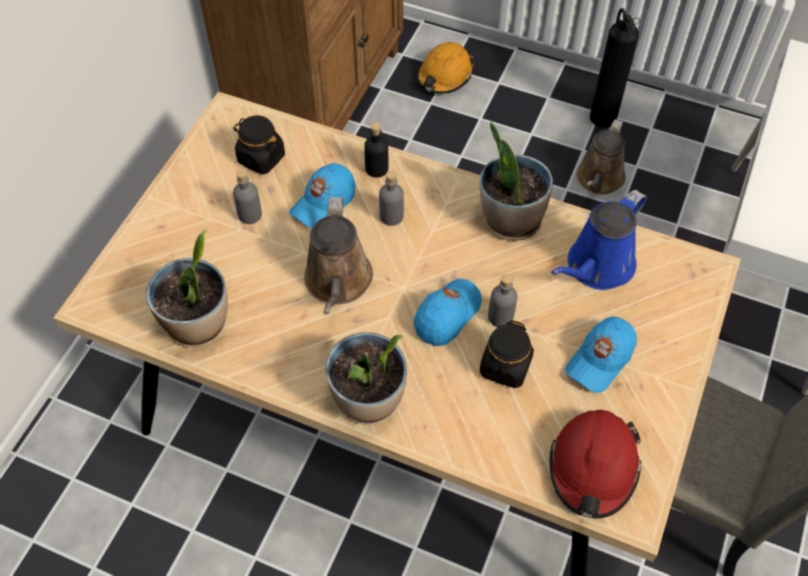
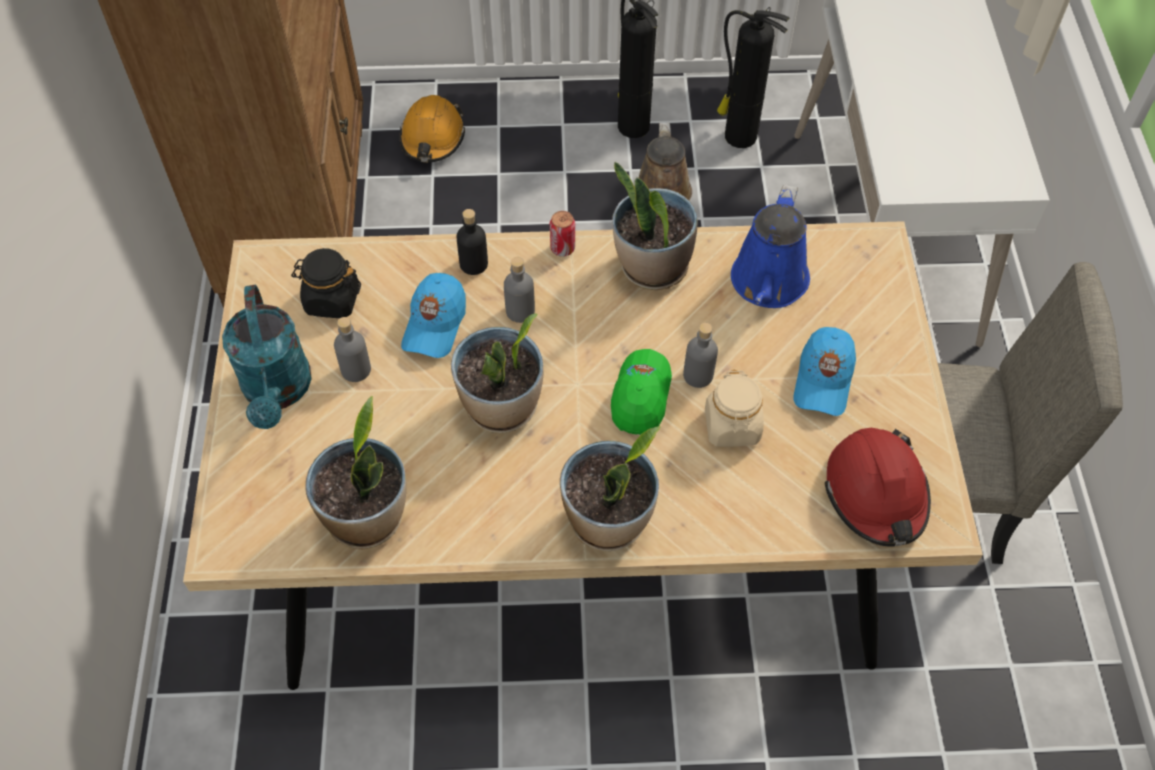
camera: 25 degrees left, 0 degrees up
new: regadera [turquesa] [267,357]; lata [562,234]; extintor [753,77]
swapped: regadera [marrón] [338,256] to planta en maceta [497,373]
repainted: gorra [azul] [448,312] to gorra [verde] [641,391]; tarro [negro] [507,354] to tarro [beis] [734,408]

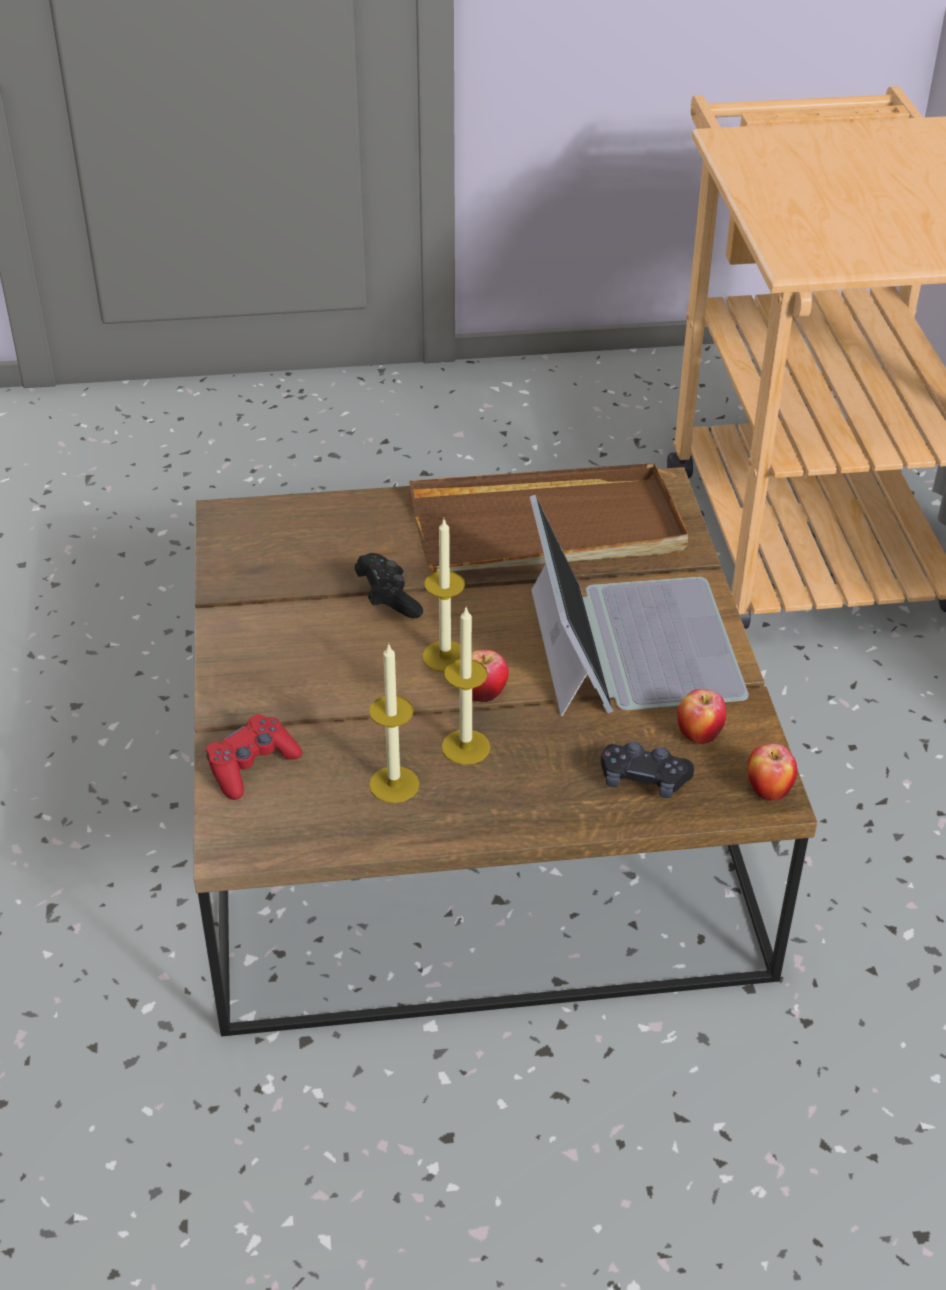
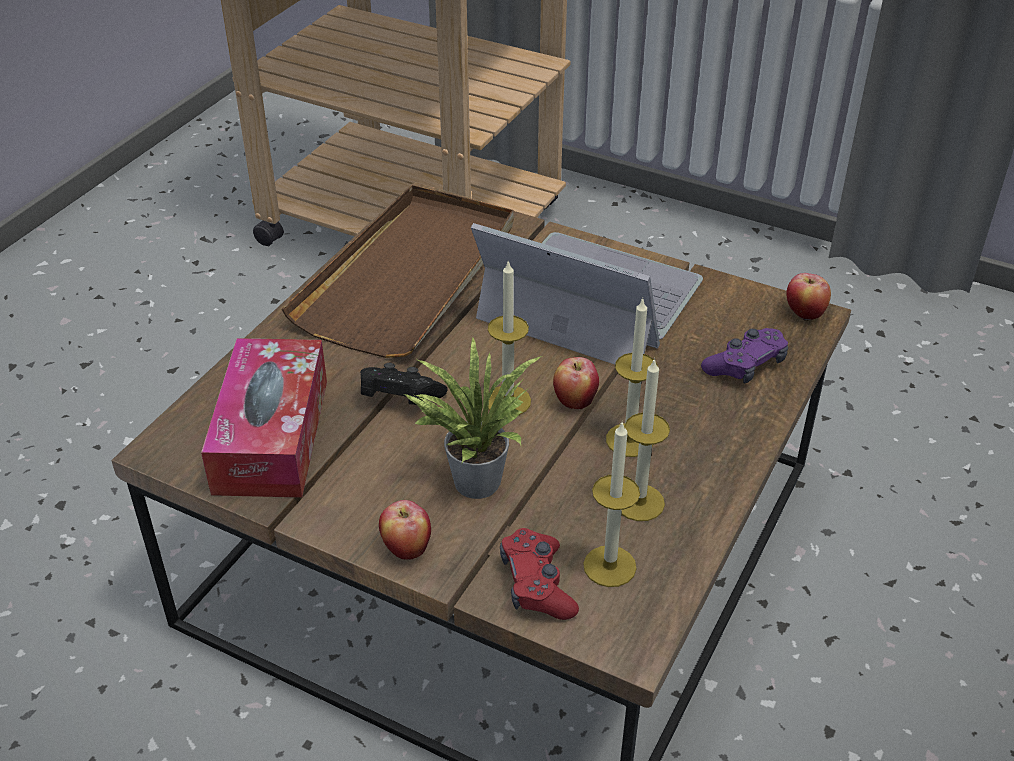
camera: 55 degrees left, 0 degrees up
new: caja de pañuelos [264,418]; planta en maceta [473,418]; vela [611,505]
shifted: manzana [701,716] to [405,530]
repainted: mando de consola [negro] [647,770] to mando de consola [morado] [744,356]

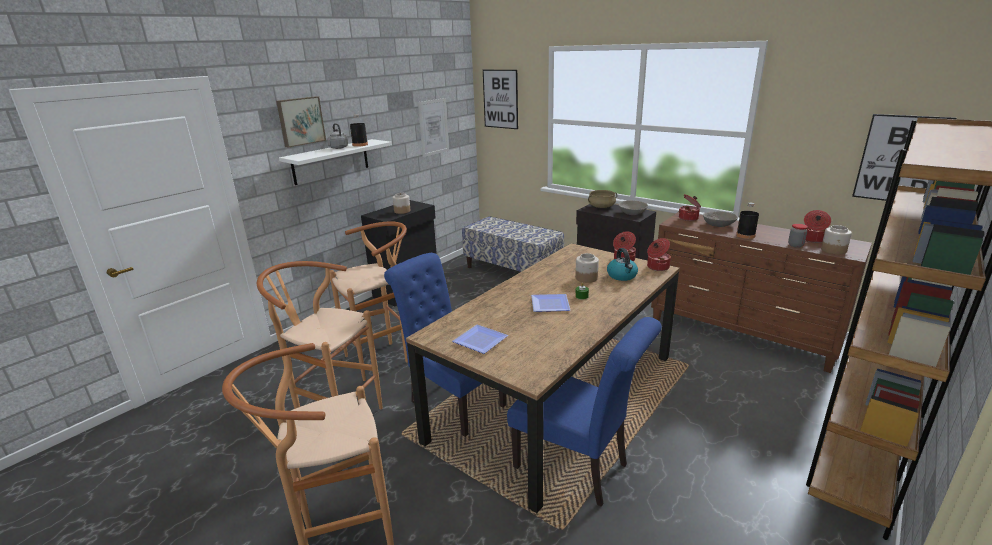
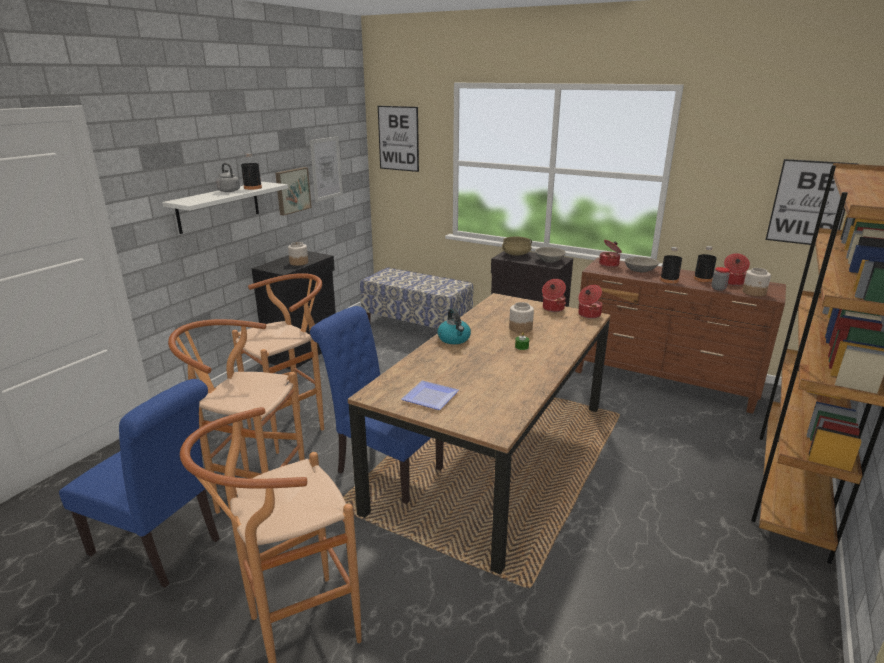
camera: 10 degrees left, 0 degrees up
gone: plato [550,303]
new: botella [negro] [705,264]
shifted: silla [azul] [584,412] to [139,483]; cuadro [301,122] to [293,191]; hervidor [622,264] to [454,326]

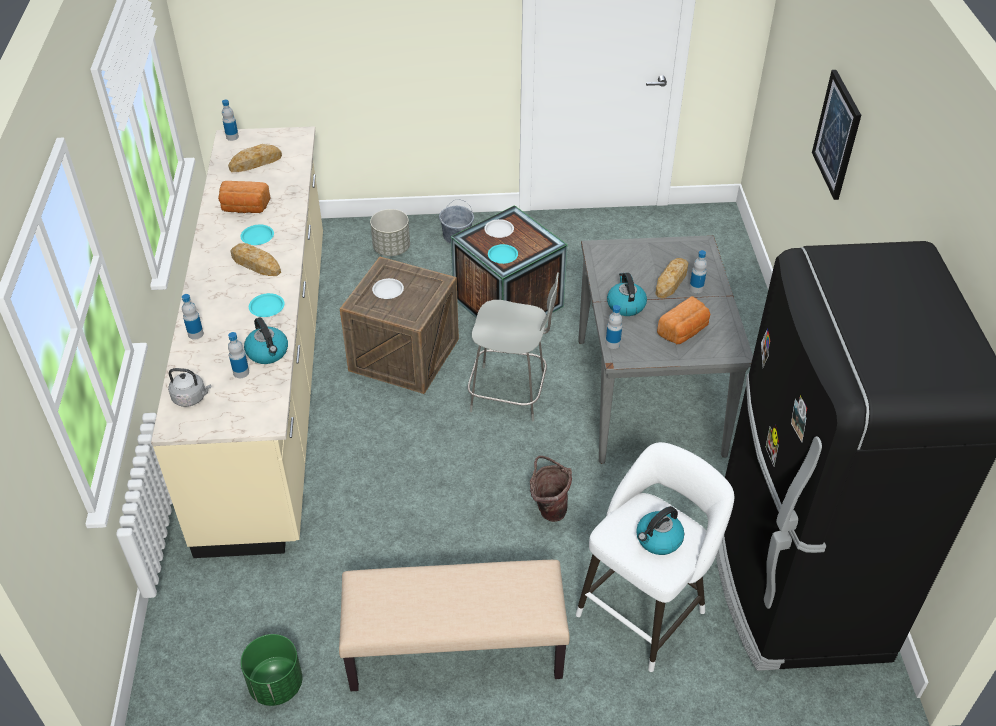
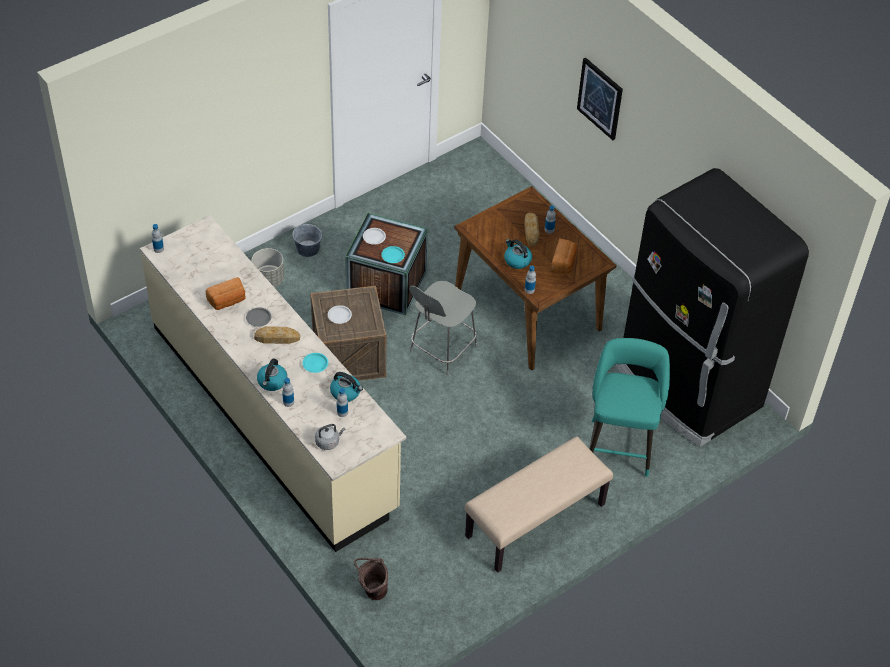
camera: 35 degrees left, 5 degrees up
gone: pan [255,158]; maceta [verde] [271,670]
shifted: hervidor [660,530] to [272,375]; cubo [marrón] [551,489] to [371,579]
repainted: plato [turquesa] [257,235] to plato [gris] [258,317]; mesa de comedor [gris] [665,349] to mesa de comedor [marrón] [535,278]; taburete [blanco] [655,557] to taburete [turquesa] [630,407]
rotated: silla [gris] [513,346] = [443,328] 150 degrees clockwise

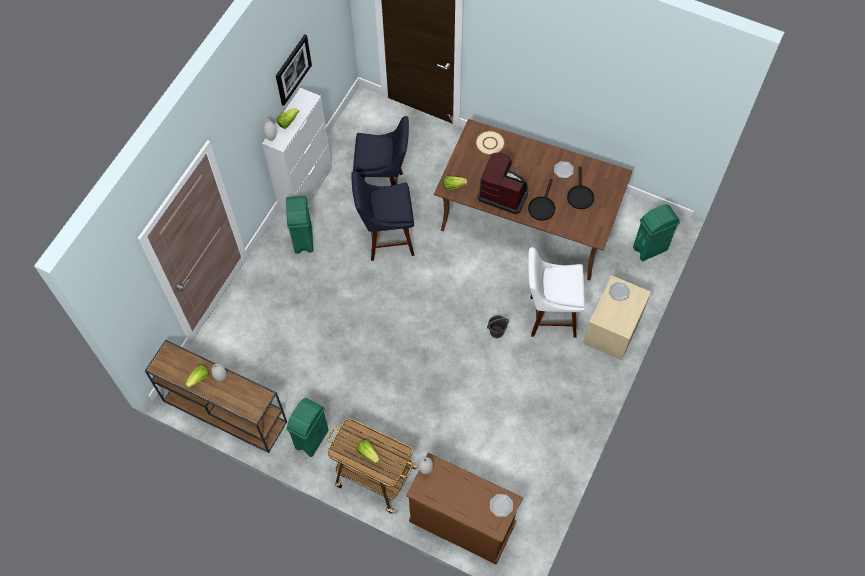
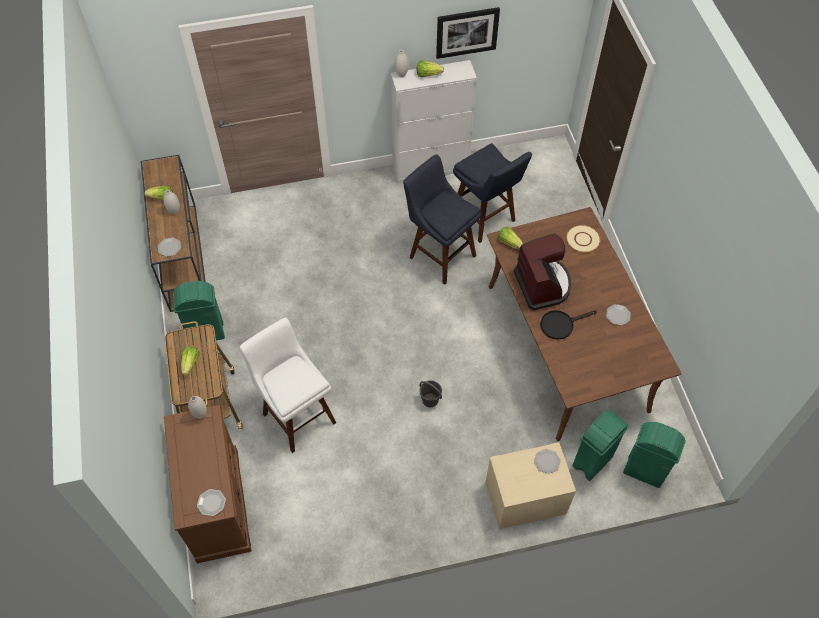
camera: 50 degrees right, 5 degrees down
gone: sartén [negro] [580,187]
new: plato [169,247]
shifted: taburete [blanco] [556,292] to [288,385]; papelera [verde] [299,225] to [600,445]

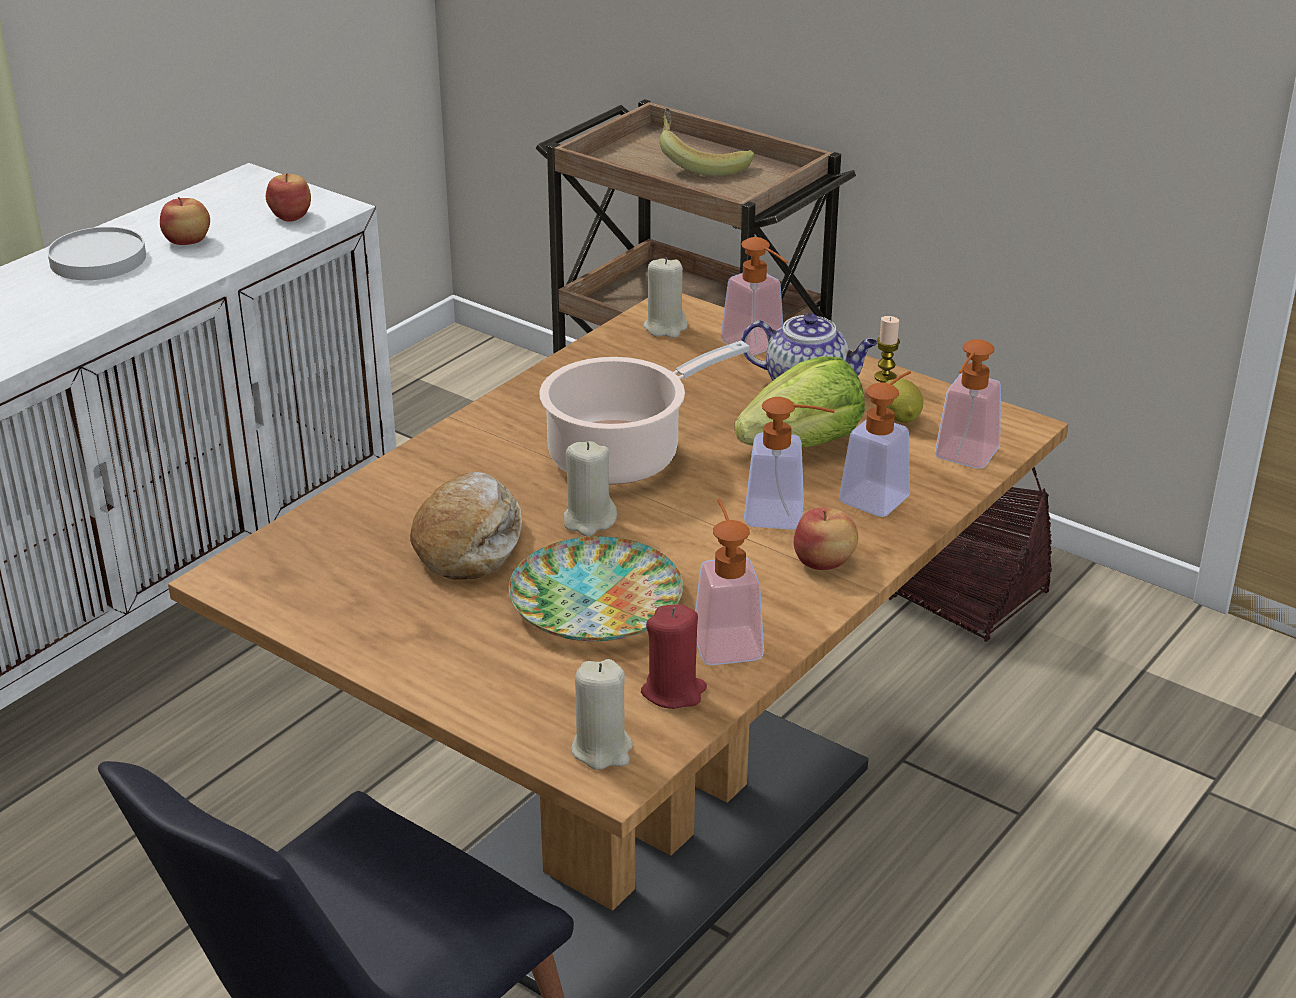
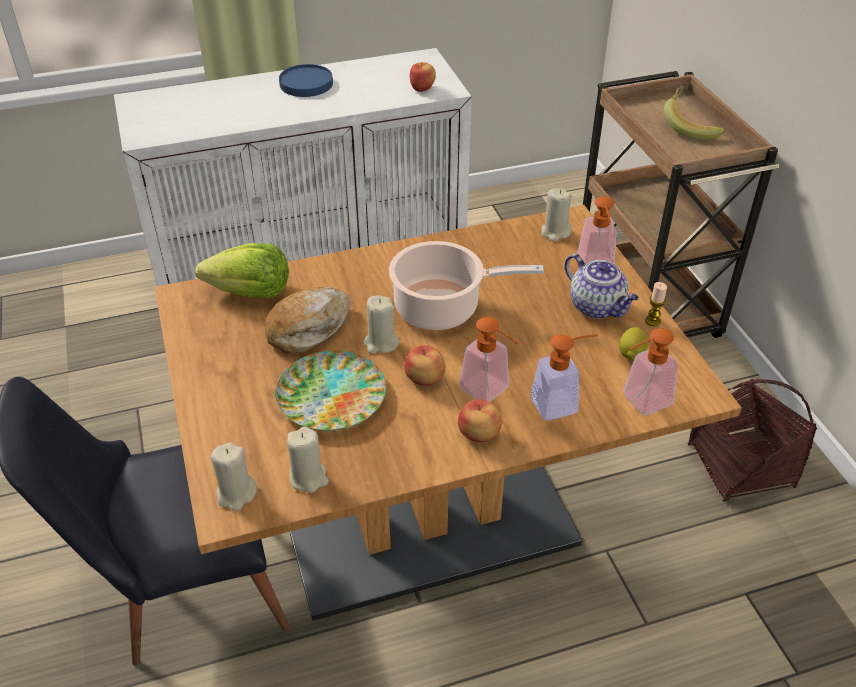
camera: 35 degrees right, 10 degrees up
gone: dispensador de jabón [729,581]
shifted: lechuga [800,401] to [242,270]; manzana [185,221] to [425,365]
repainted: plato [blanco] [96,253] to plato [azul] [306,80]; vela [rojo] [674,656] to vela [beis] [308,460]

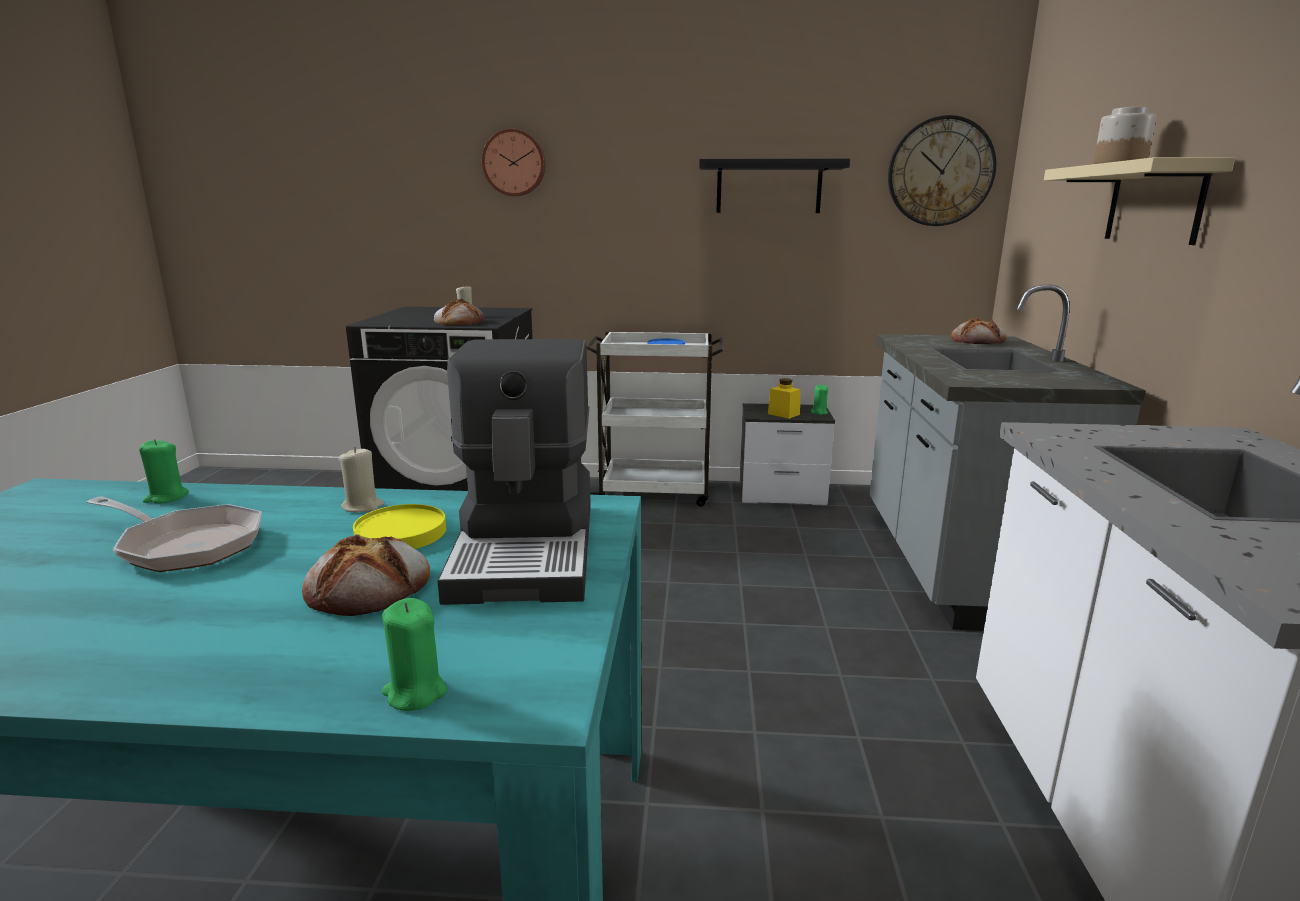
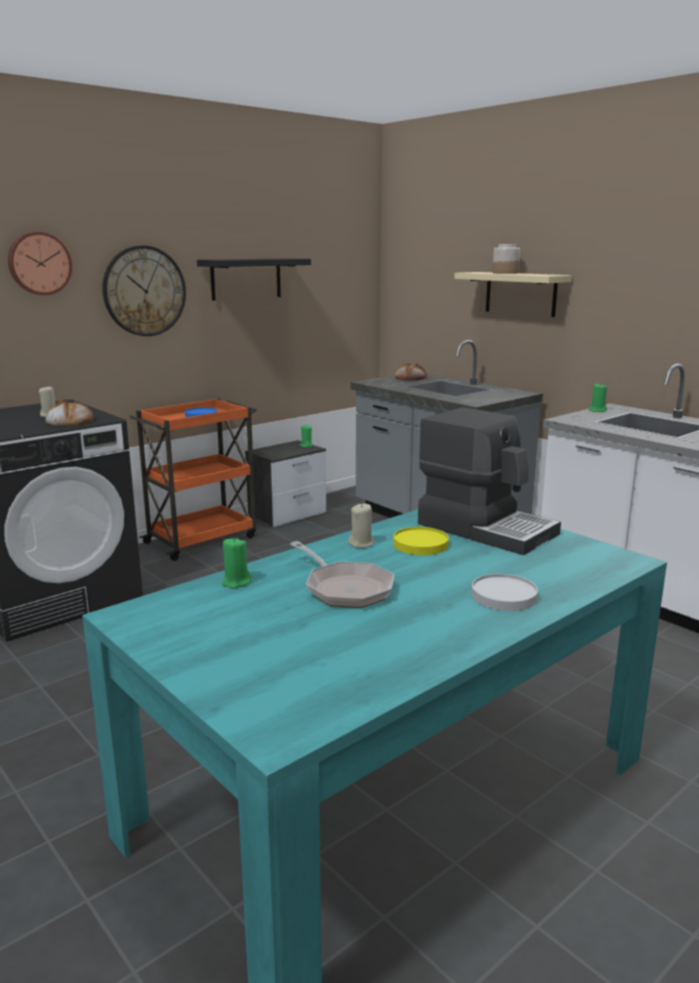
camera: 45 degrees left, 0 degrees up
gone: pan [366,575]; tarro [amarillo] [784,398]
new: plato [blanco] [504,592]
shifted: reloj de pared [942,170] to [144,290]; vela [verde] [414,654] to [598,397]
repainted: carrito [blanco] [655,419] to carrito [naranja] [192,480]
rotated: sartén [174,534] = [342,574] 75 degrees clockwise

